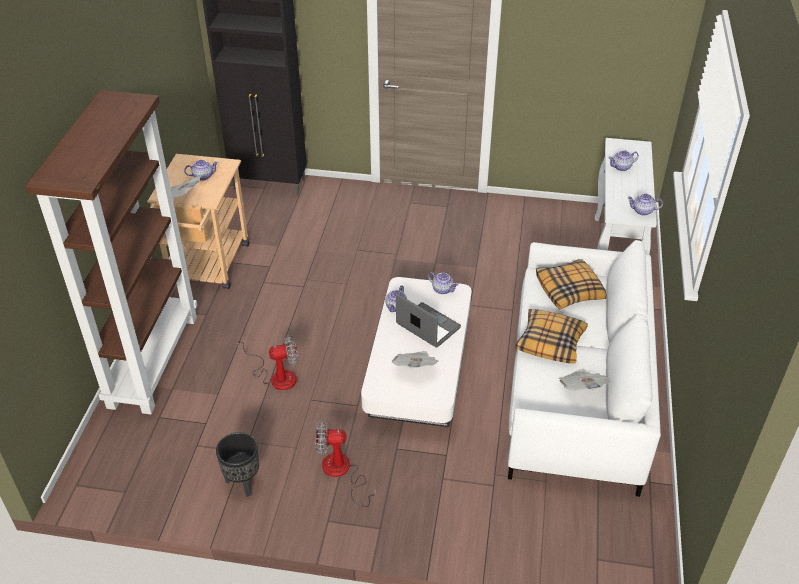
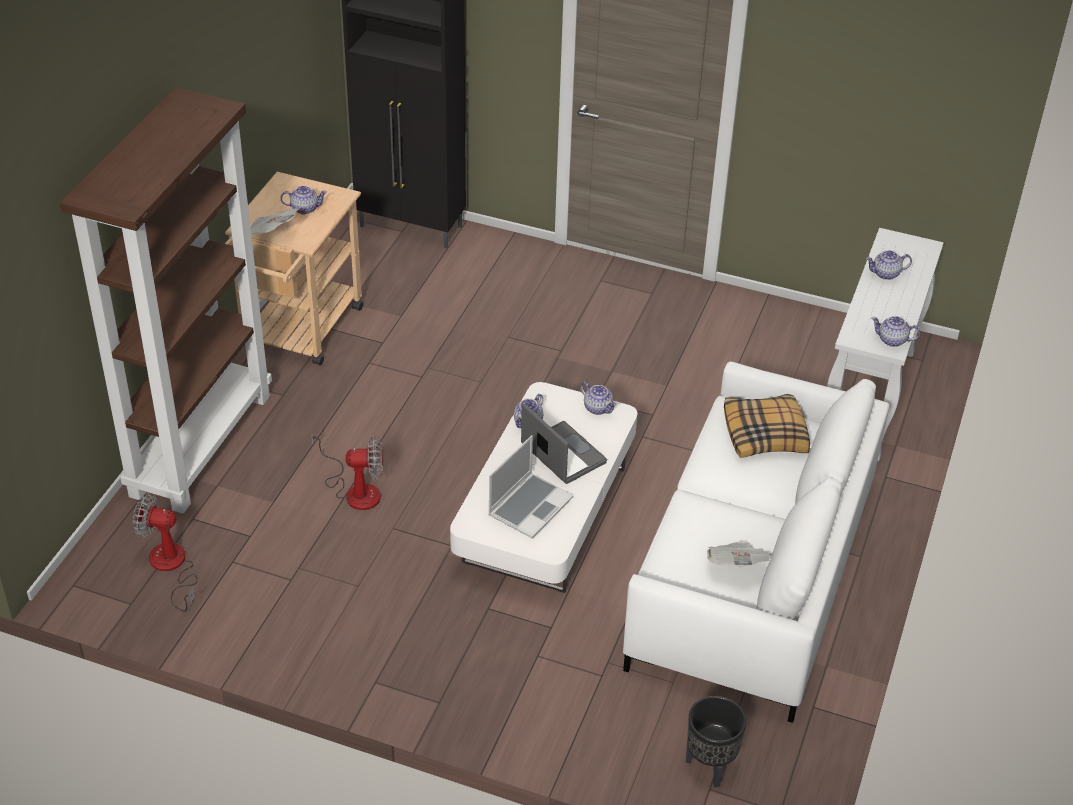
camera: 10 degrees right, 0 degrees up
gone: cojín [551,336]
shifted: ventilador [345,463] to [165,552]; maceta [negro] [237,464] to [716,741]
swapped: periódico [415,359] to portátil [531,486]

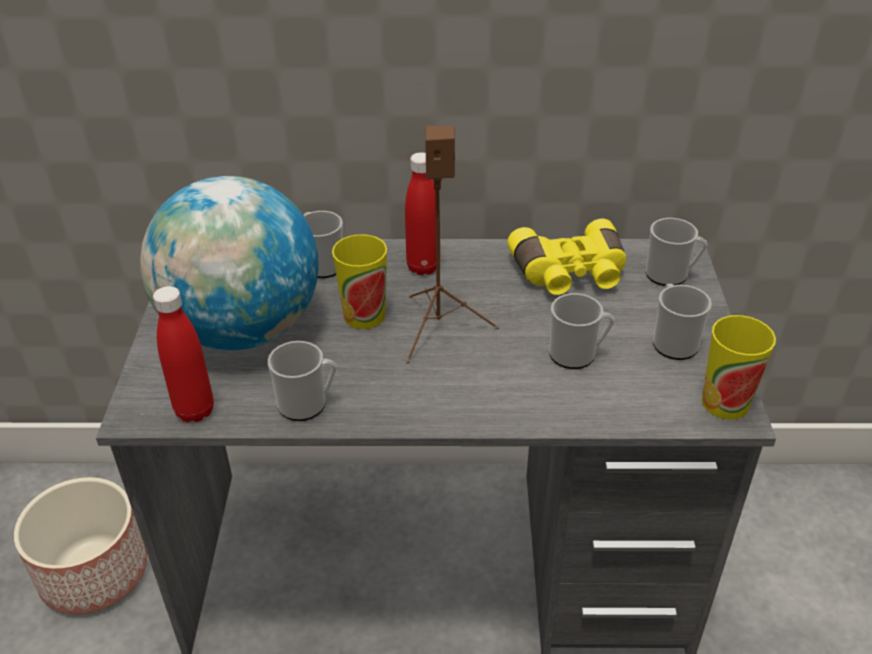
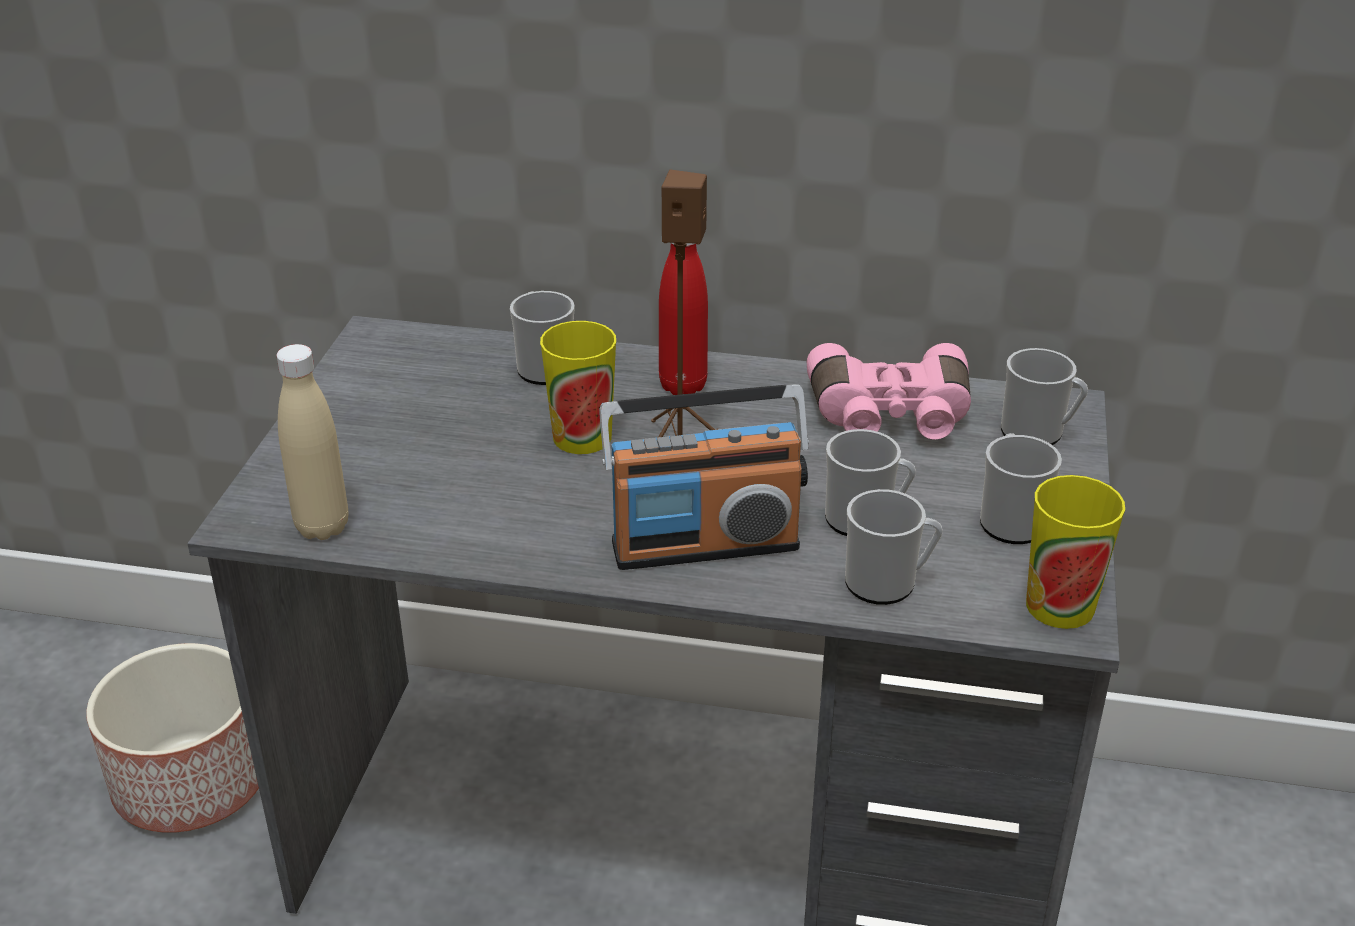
camera: 10 degrees right, 5 degrees down
gone: globo terráqueo [229,263]
new: radio [704,477]
shifted: taza grande [302,381] to [894,547]
repainted: botella [rojo] [183,354] to botella [beis] [312,442]; prismáticos [amarillo] [566,257] to prismáticos [rosa] [889,391]

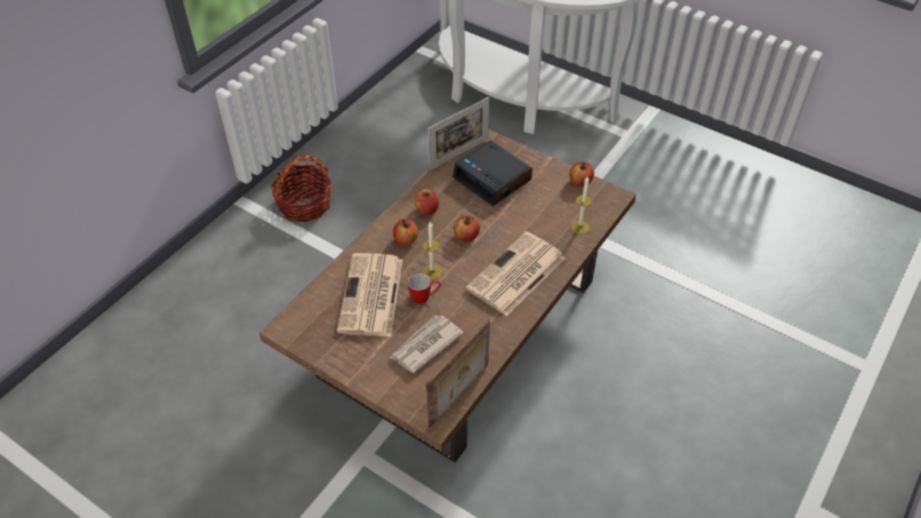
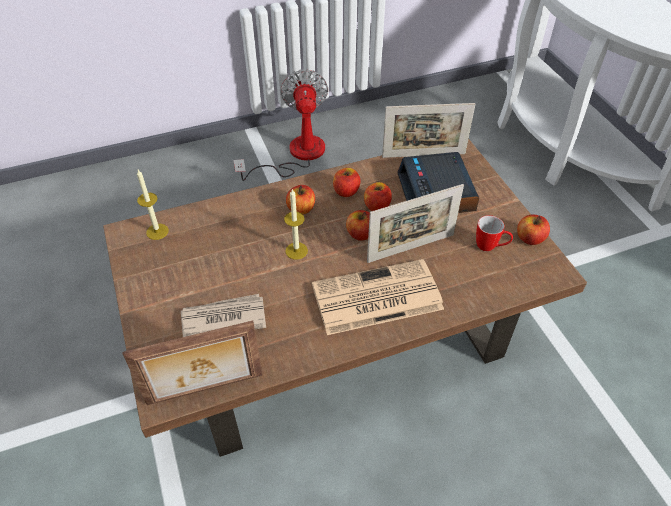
camera: 35 degrees right, 0 degrees up
gone: periódico [370,295]
new: manzana [378,196]; portarretratos [415,223]
shifted: vela [581,205] to [153,205]; taza grande [424,288] to [494,233]
swapped: cesta [301,188] to ventilador [280,125]

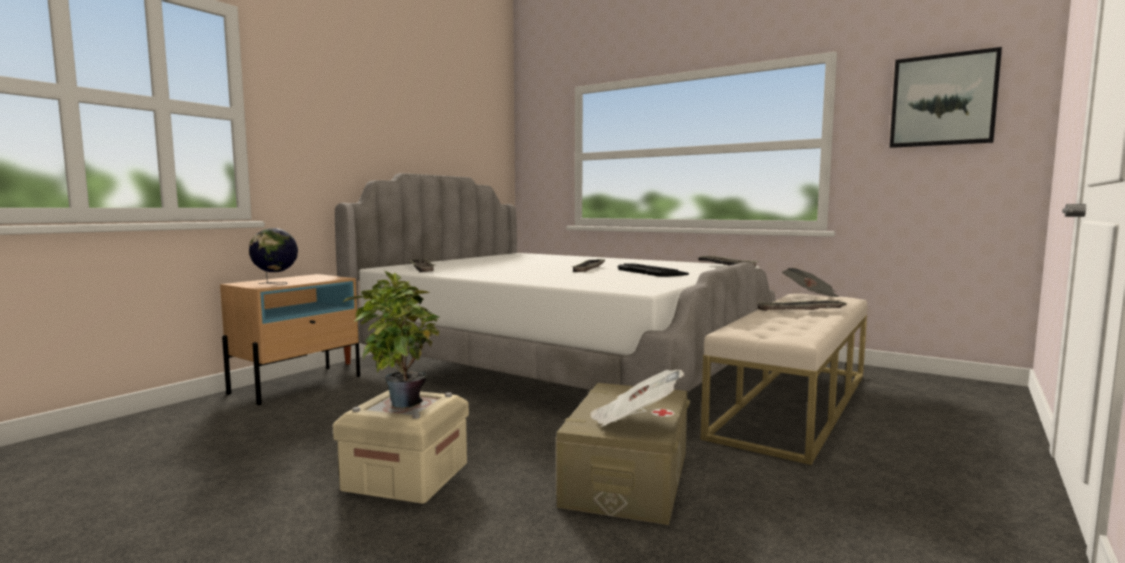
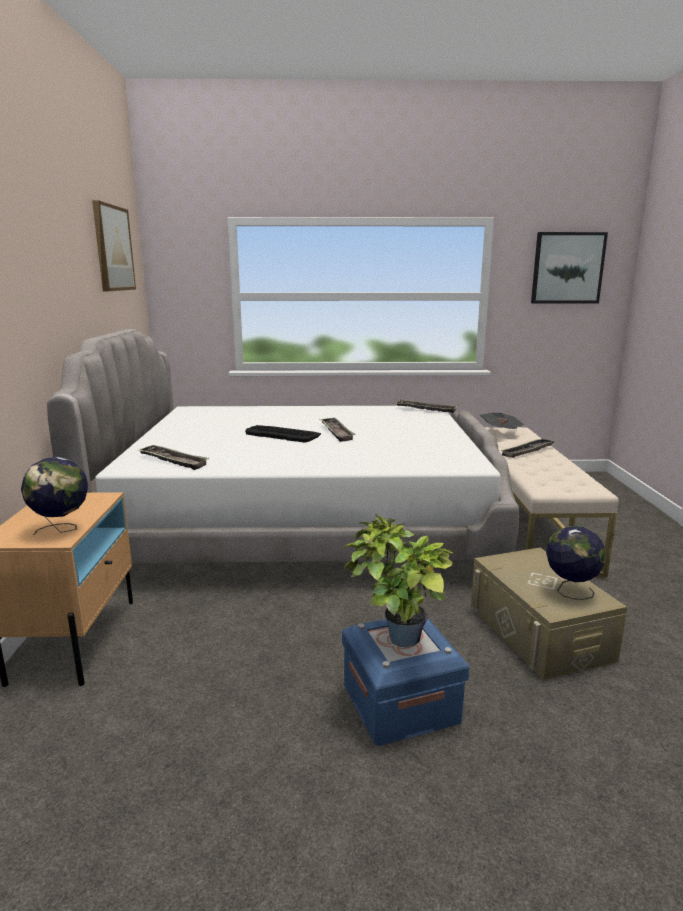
camera: 35 degrees left, 10 degrees up
new: cuadro [114,245]
shifted: teclado [653,270] to [283,433]
swapped: periódico [637,398] to globo terráqueo [576,563]
repainted: caja de almacenaje [beis] [401,447] to caja de almacenaje [azul] [405,682]

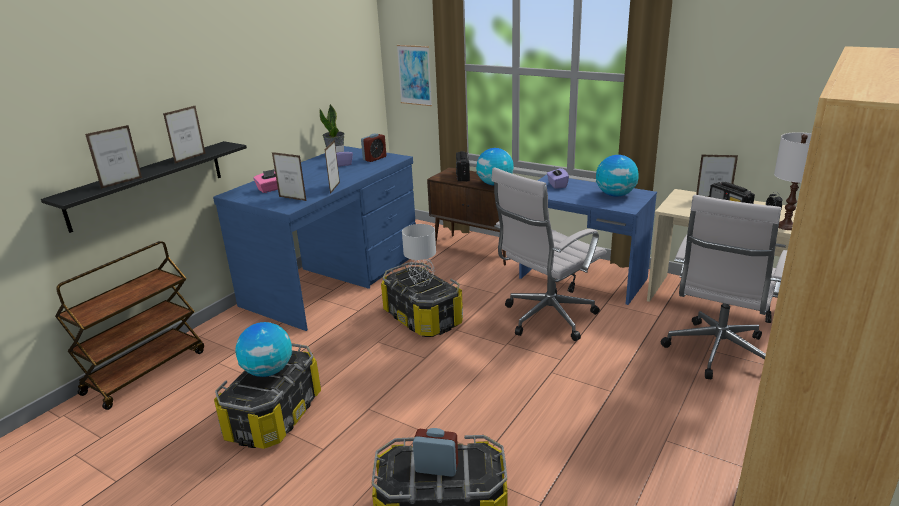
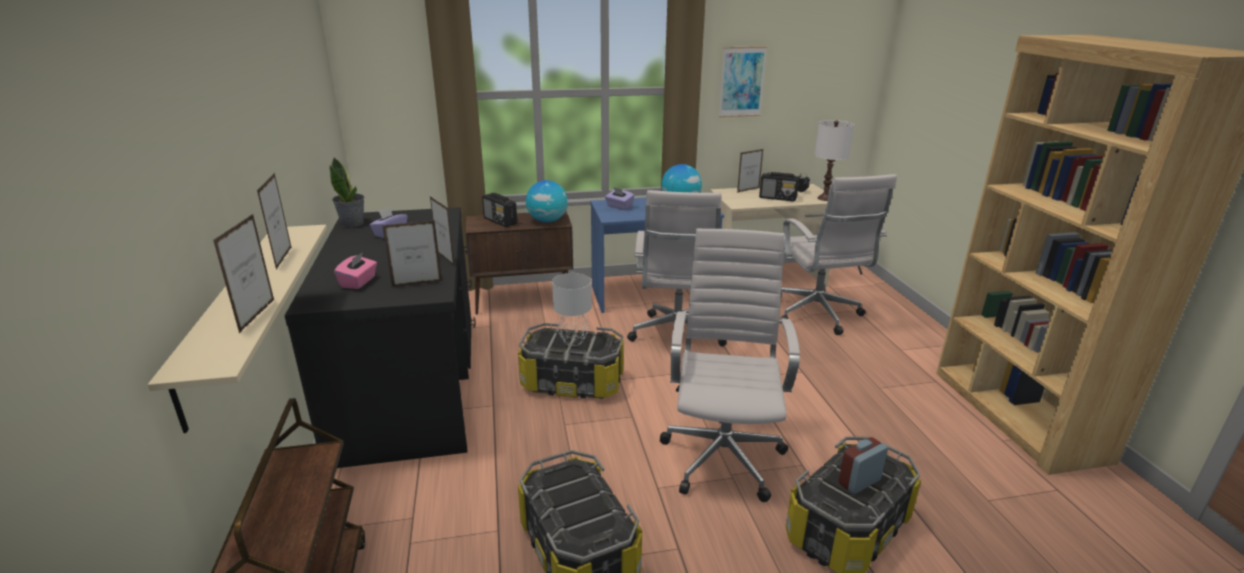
camera: 45 degrees left, 0 degrees up
gone: globo terráqueo [263,349]; despertador [373,148]
new: silla de oficina [blanco] [730,365]
shifted: cuadro [414,75] to [743,81]
repainted: estante [negro] [144,187] to estante [beis] [237,329]; escritorio [azul] [314,238] to escritorio [negro] [380,337]

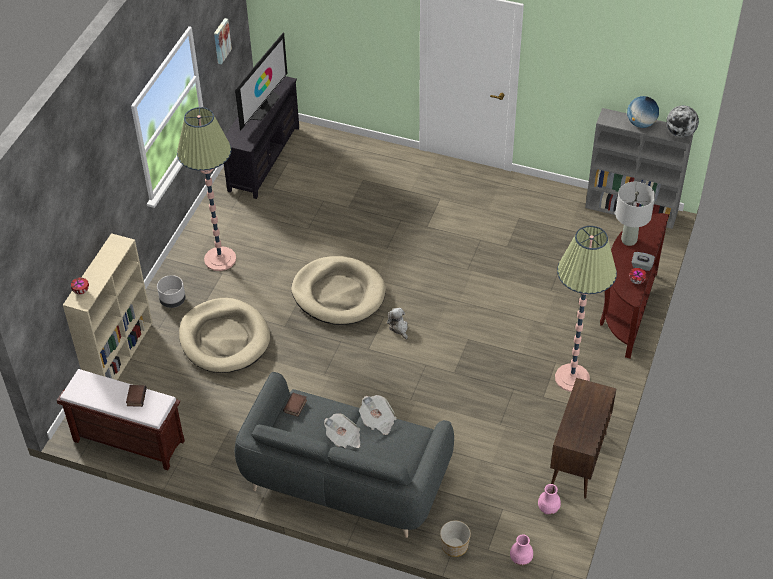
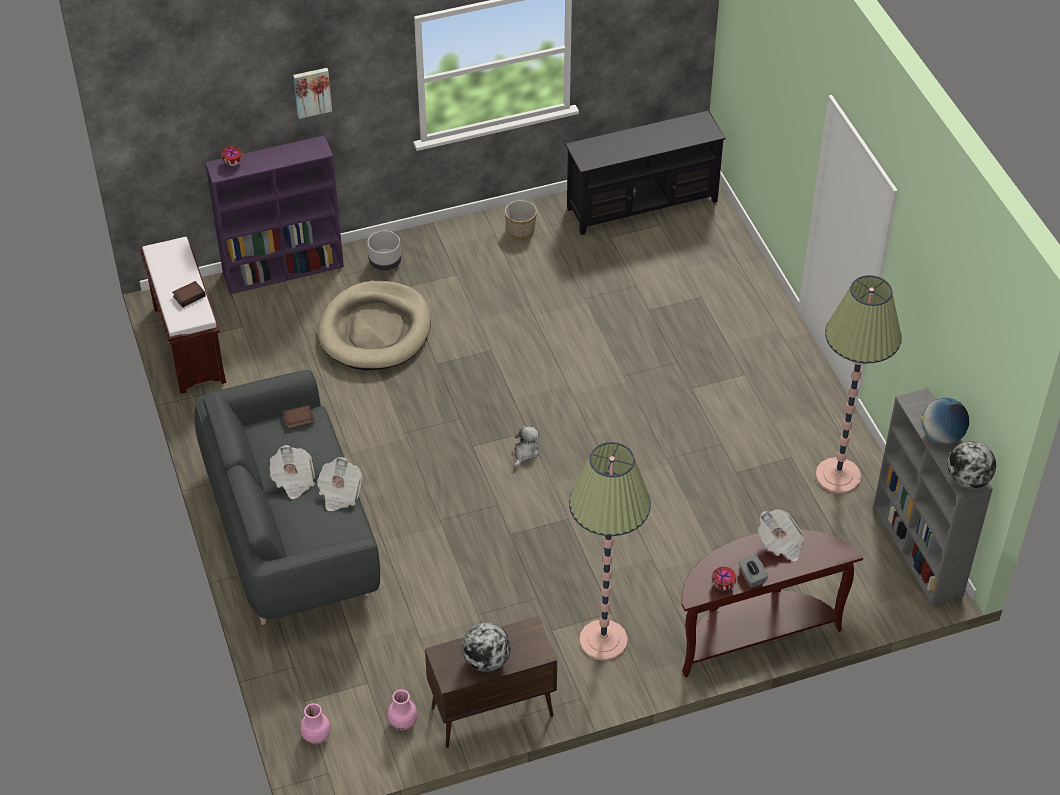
camera: 50 degrees right, 0 degrees up
gone: televisor [261,81]; cama para perro [beis] [338,290]
new: globo terráqueo [486,647]
shifted: cuadro [223,41] to [312,93]; maceta [455,538] to [521,219]; lámpara de pie [206,189] to [859,384]
swapped: lámpara de mesa [gris] [635,214] to periódico [781,535]
repainted: estantería [beis] [108,306] to estantería [morado] [274,214]

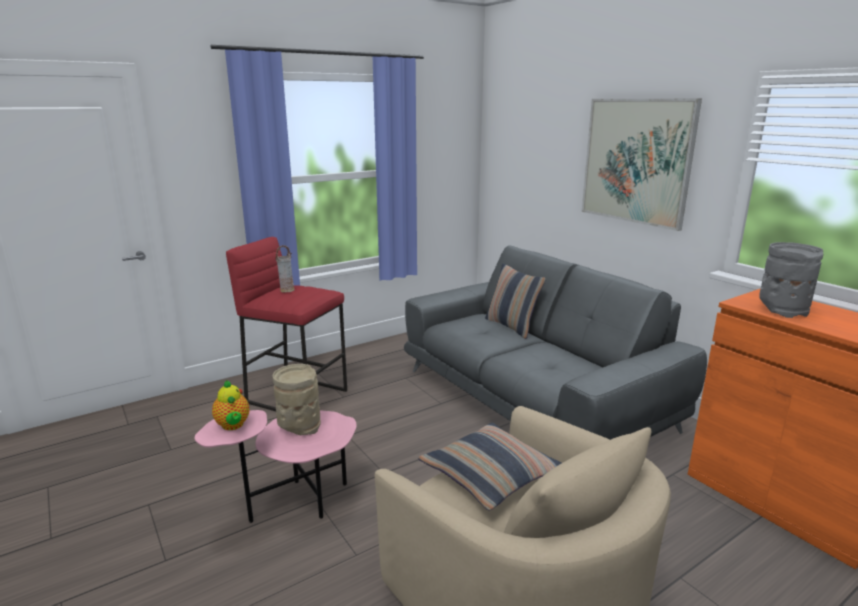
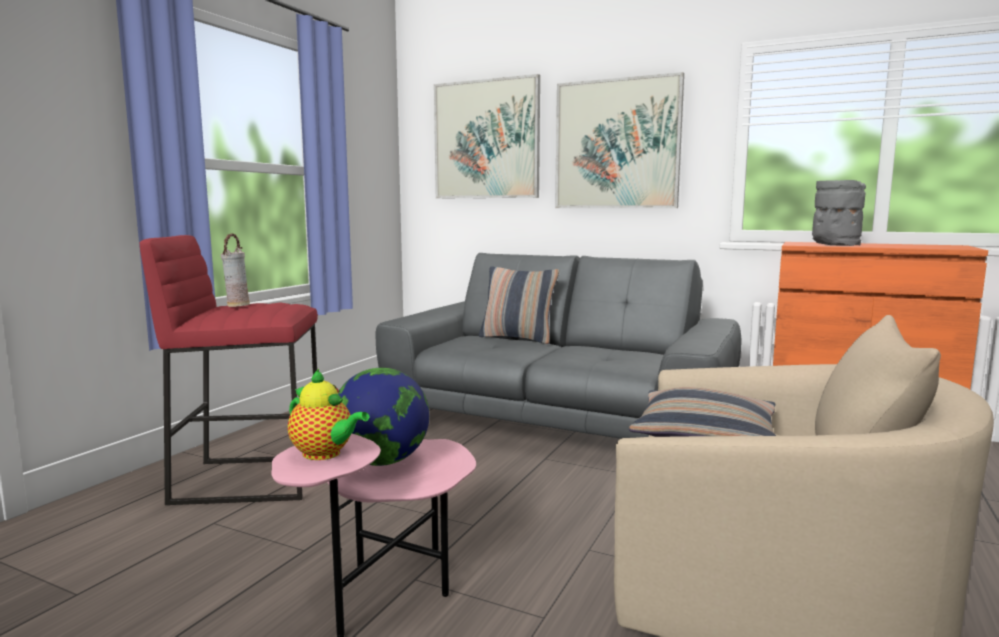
camera: 30 degrees left, 10 degrees down
new: cuadro [487,136]
swapped: florero [beis] [297,399] to globo terráqueo [383,417]

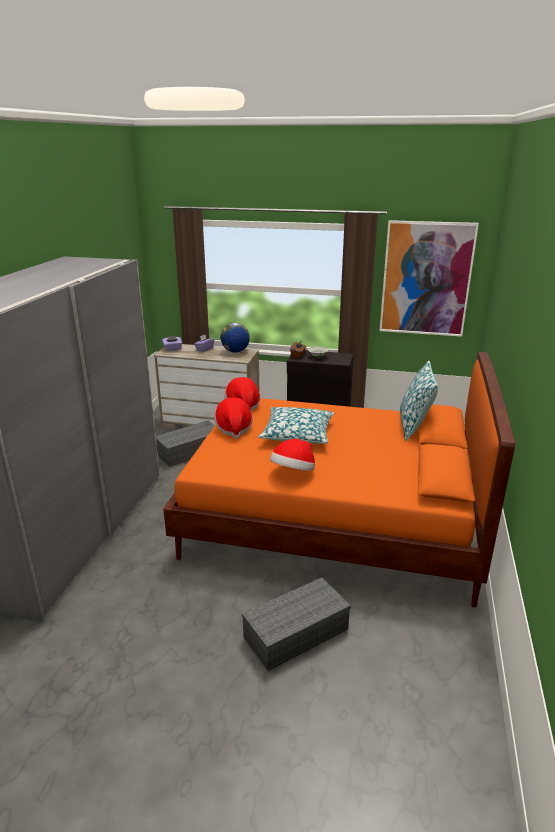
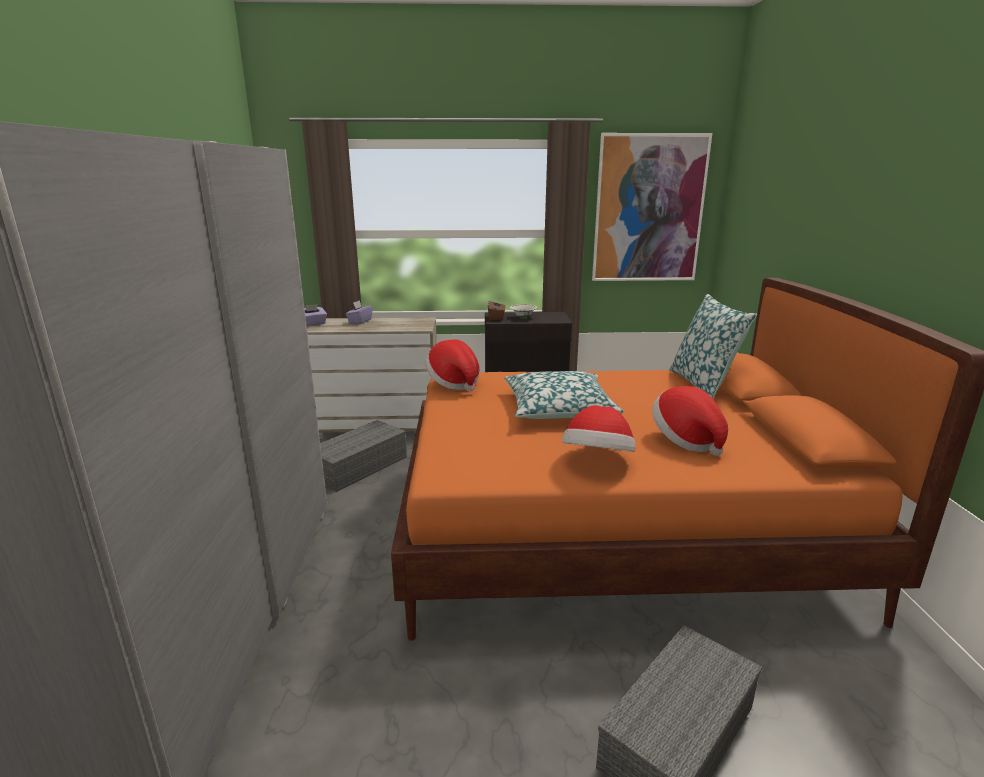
camera: 15 degrees left, 5 degrees down
gone: globo terráqueo [235,337]
shifted: sombrero [233,418] to [690,421]

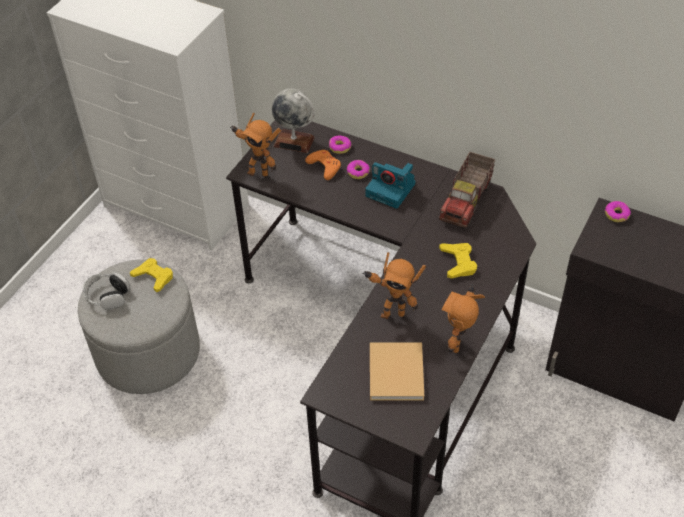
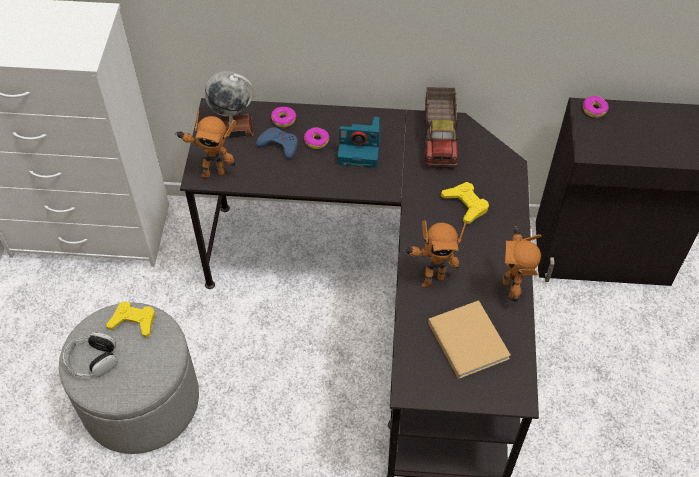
camera: 25 degrees left, 5 degrees up
repainted: mando de consola [naranja] [323,165] to mando de consola [azul] [277,143]

